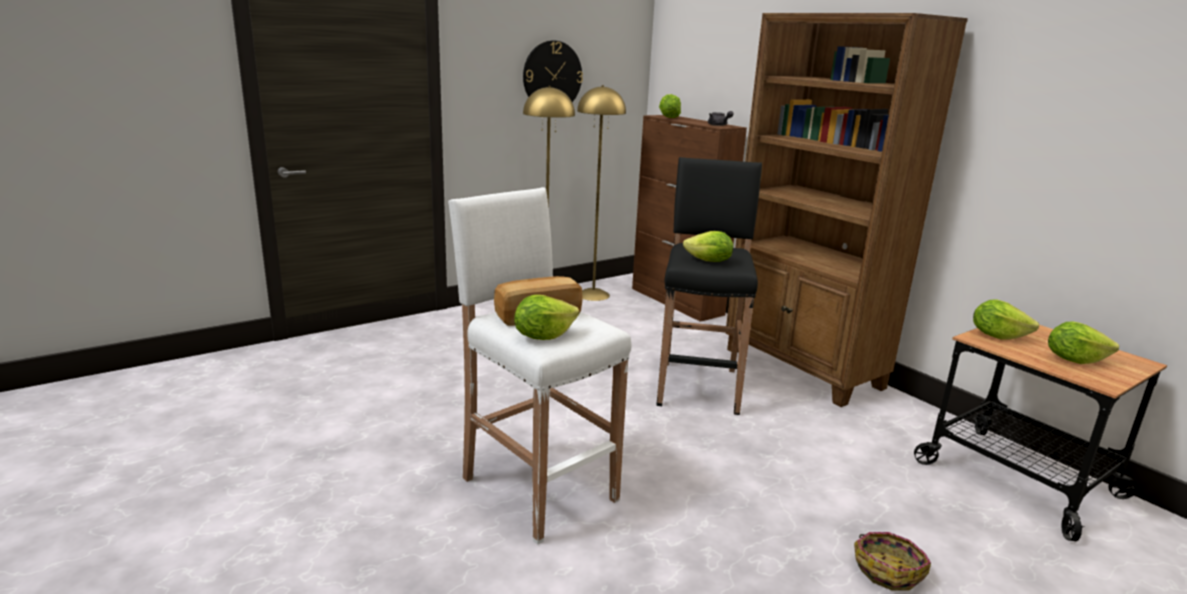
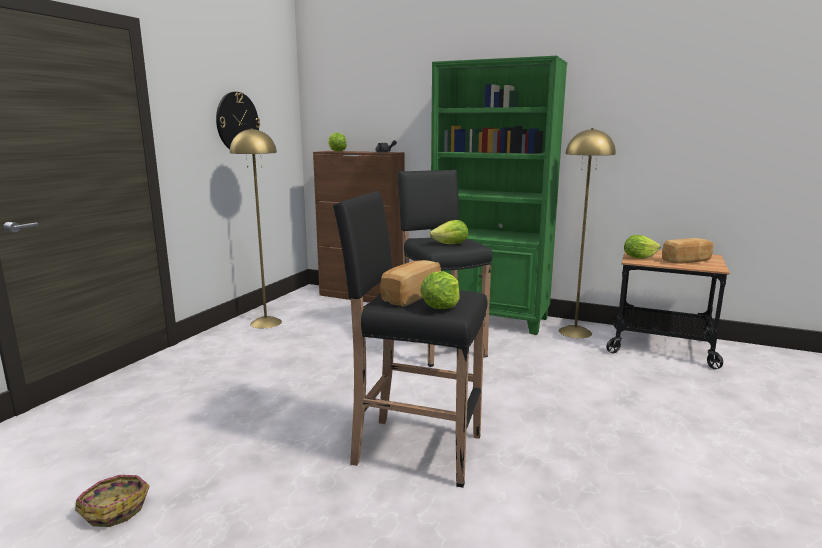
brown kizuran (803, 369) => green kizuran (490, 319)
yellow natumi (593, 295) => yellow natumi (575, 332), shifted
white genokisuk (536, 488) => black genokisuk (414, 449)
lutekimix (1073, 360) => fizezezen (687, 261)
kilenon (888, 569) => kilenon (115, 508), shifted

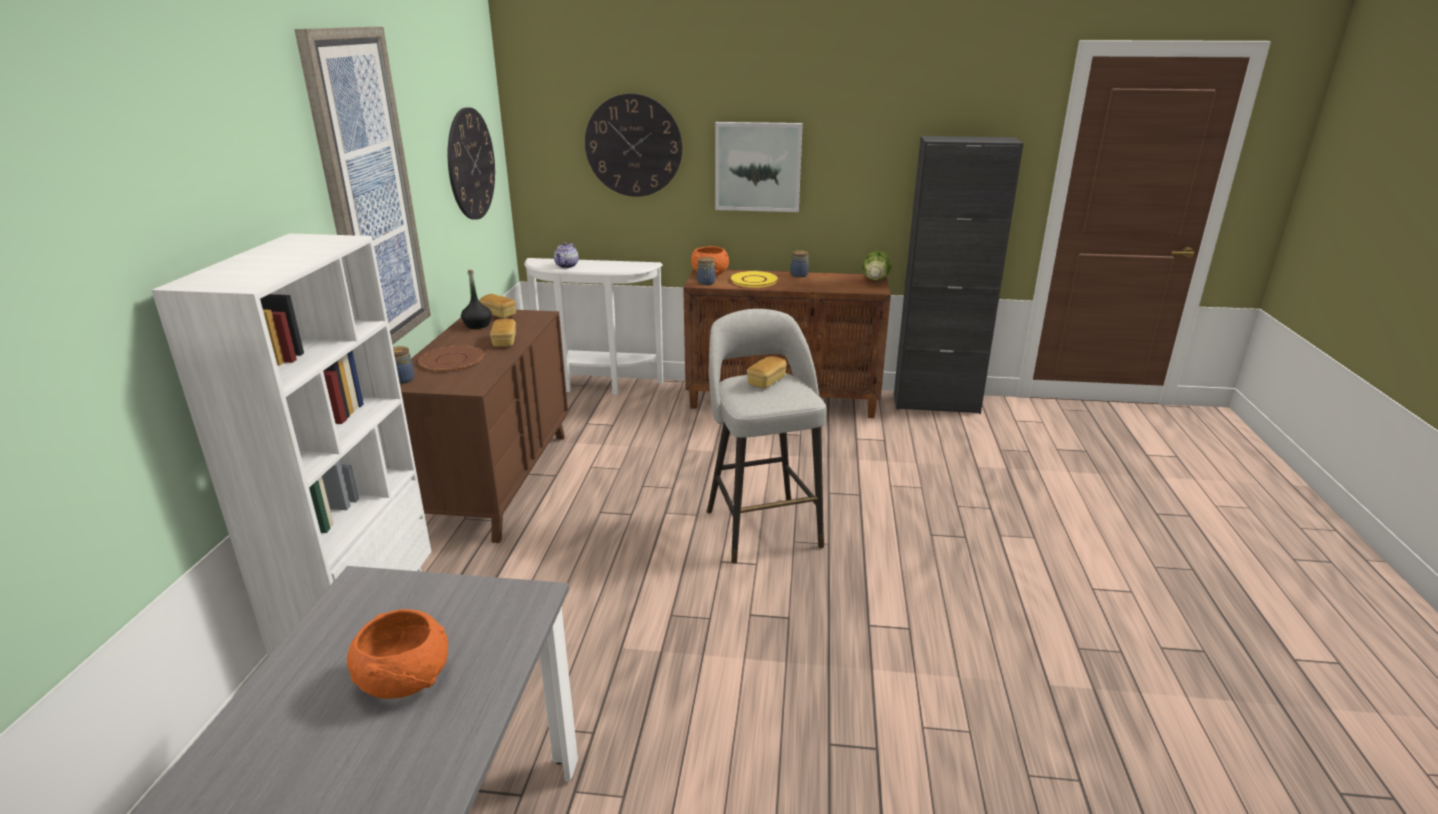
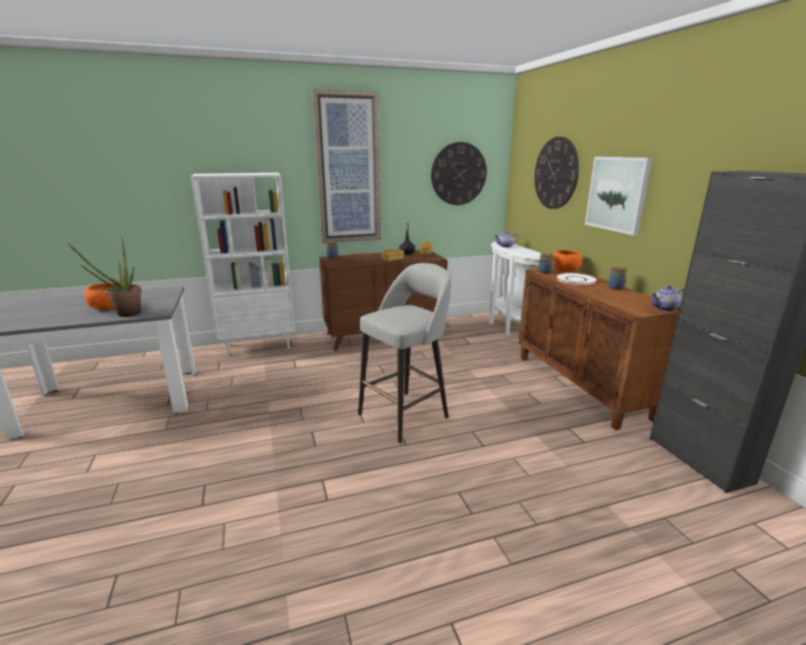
lutekimix (875, 280) => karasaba (665, 308)
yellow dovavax (754, 280) => white dovavax (575, 280)
fizezezen (766, 382) => nothing
nothing => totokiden (124, 314)

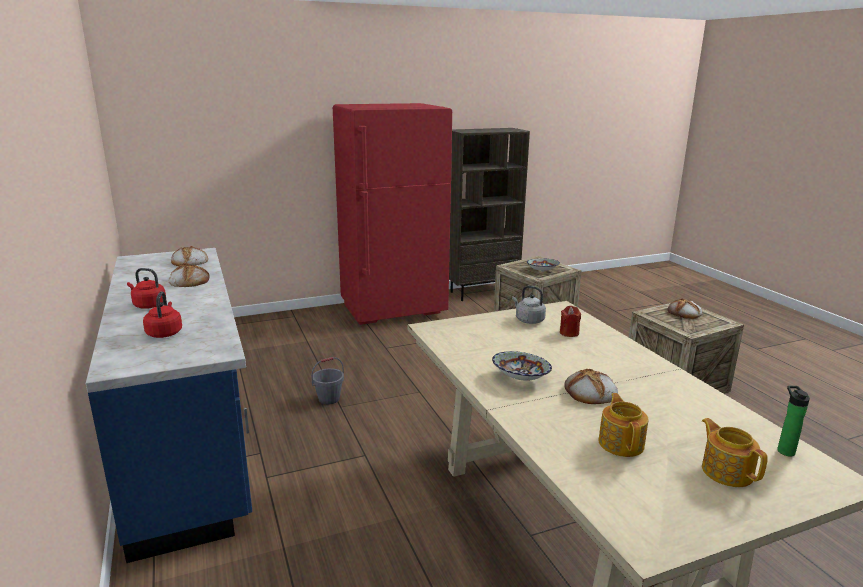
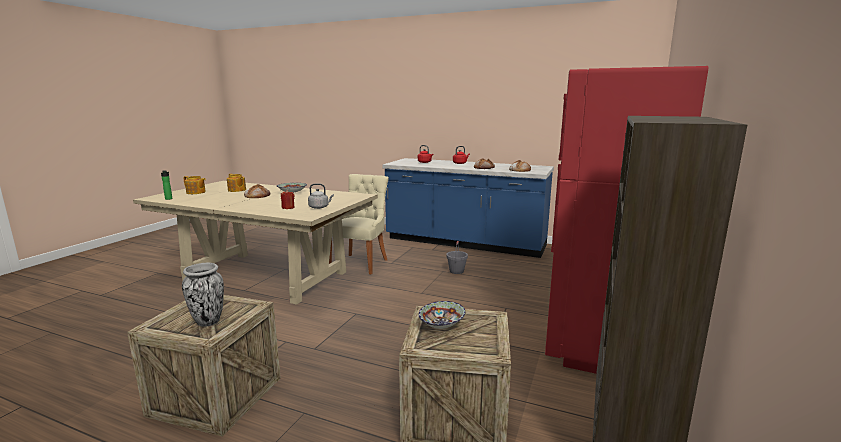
fizezezen (684, 313) => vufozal (207, 321)
nothing => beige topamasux (360, 263)

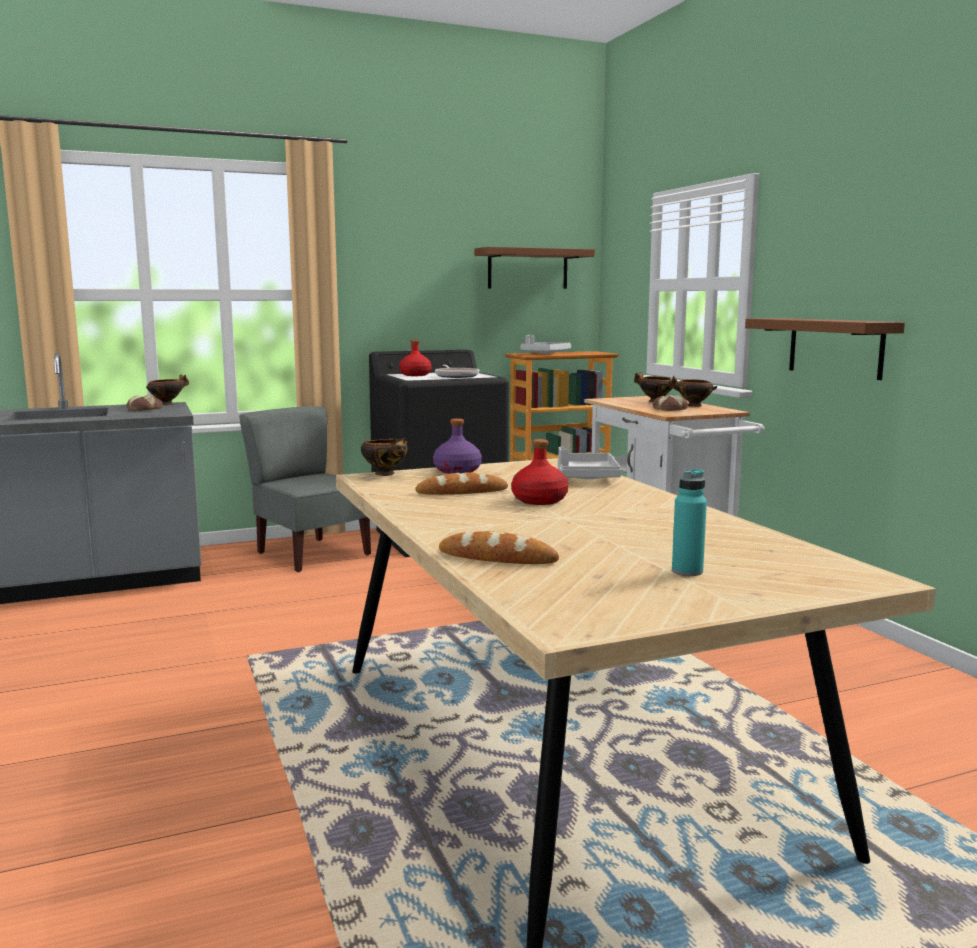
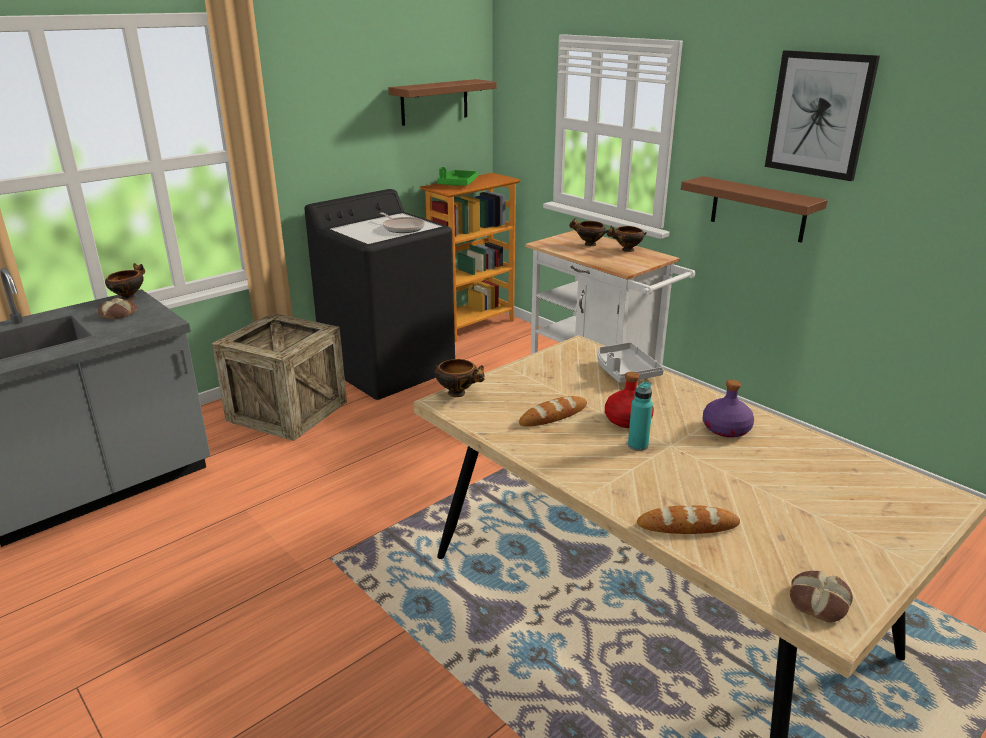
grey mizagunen (545, 353) => green mizagunen (457, 184)
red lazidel (415, 375) => nothing
fizezezen (669, 409) => fizezezen (818, 601), shifted
grey topamasux (311, 554) => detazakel (287, 411)
purple lazidel (457, 471) => purple lazidel (726, 429), shifted
turquoise lazidel (687, 571) => turquoise lazidel (637, 445), shifted
nothing => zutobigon (819, 114)

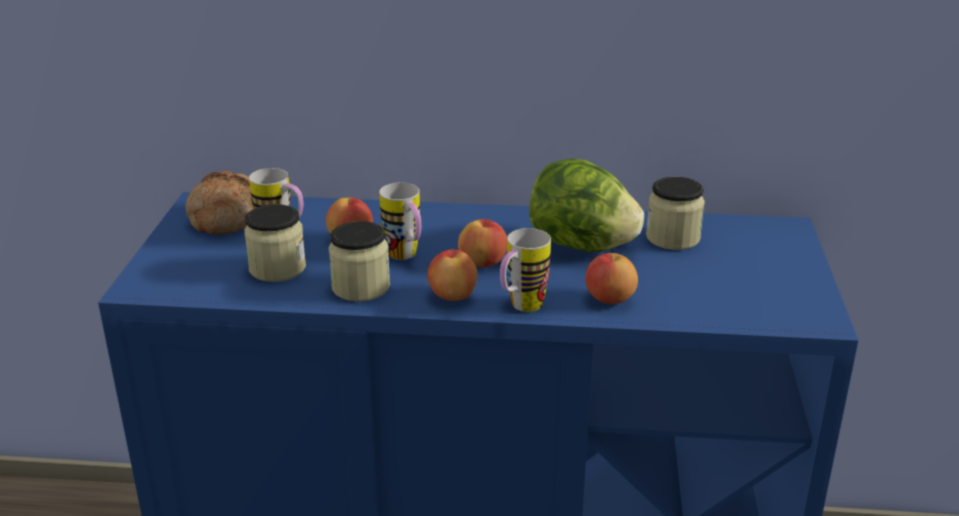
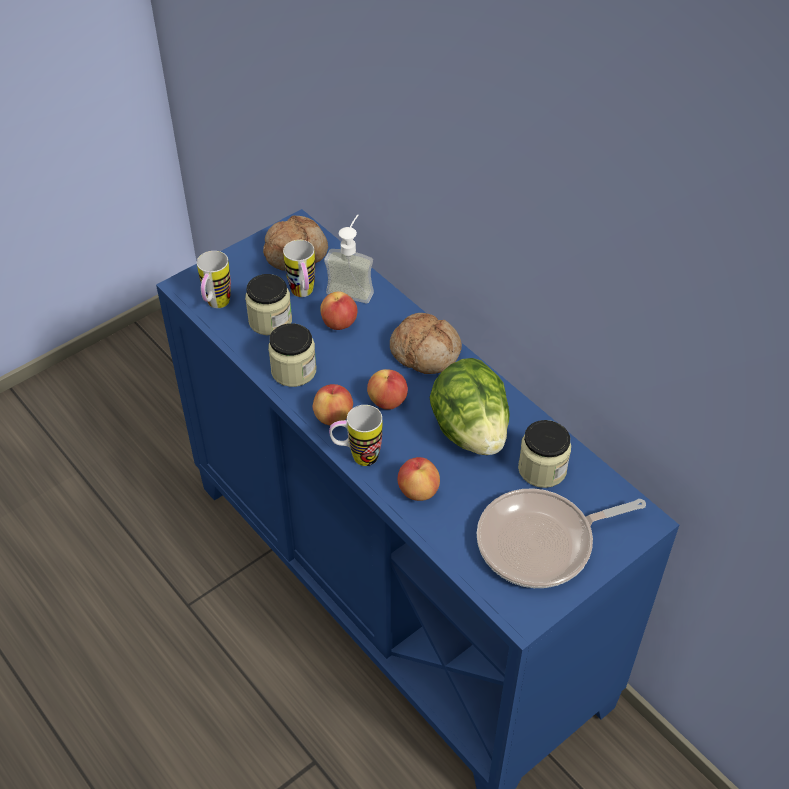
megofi (406, 257) => megofi (216, 306), shifted
nothing => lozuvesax (353, 287)
nothing => fizezezen (426, 352)
nothing => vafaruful (541, 543)

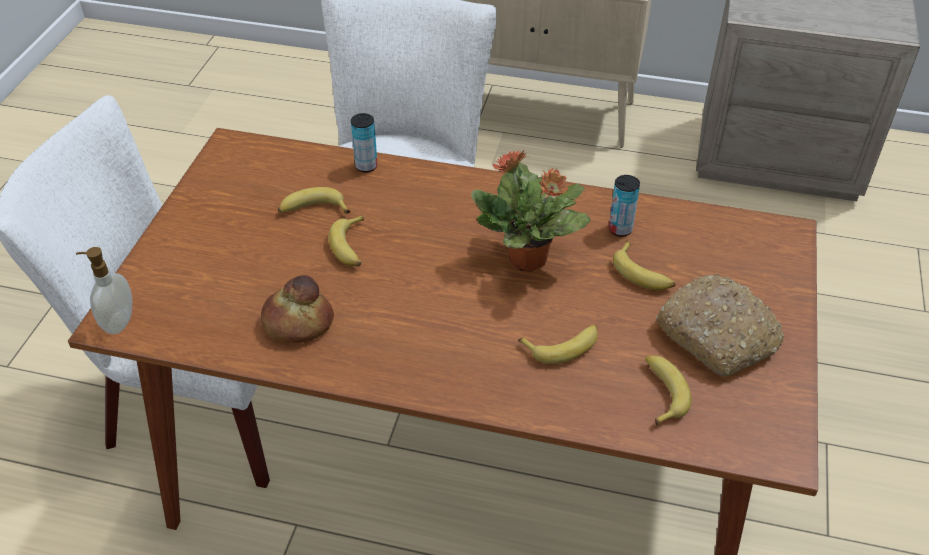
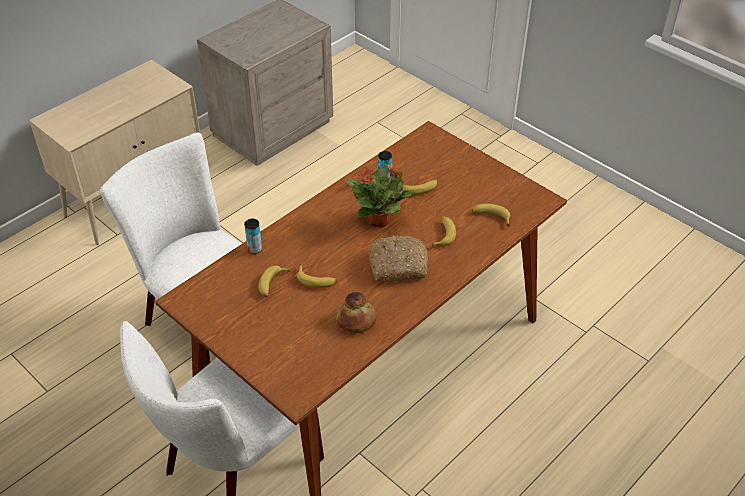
lozuvesax (117, 322) => nothing
fizezezen (718, 336) => fizezezen (398, 265), shifted

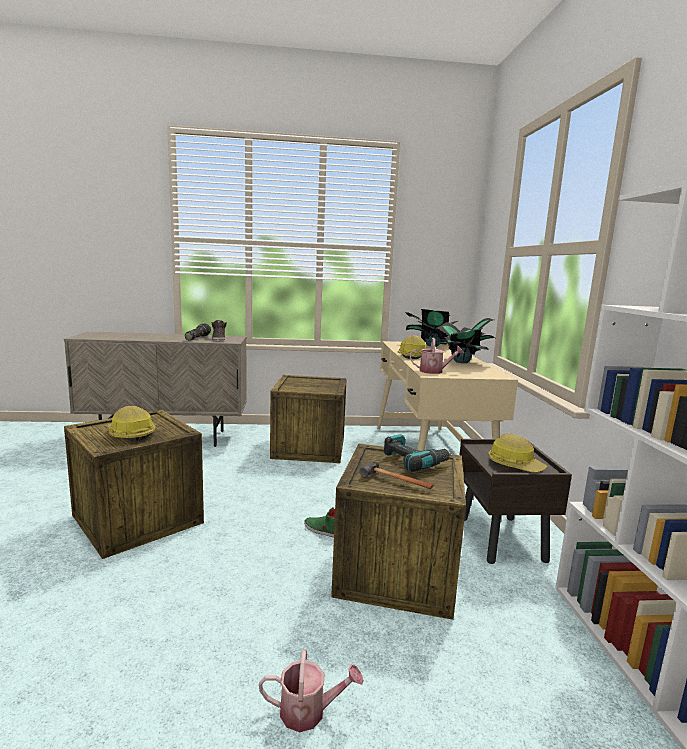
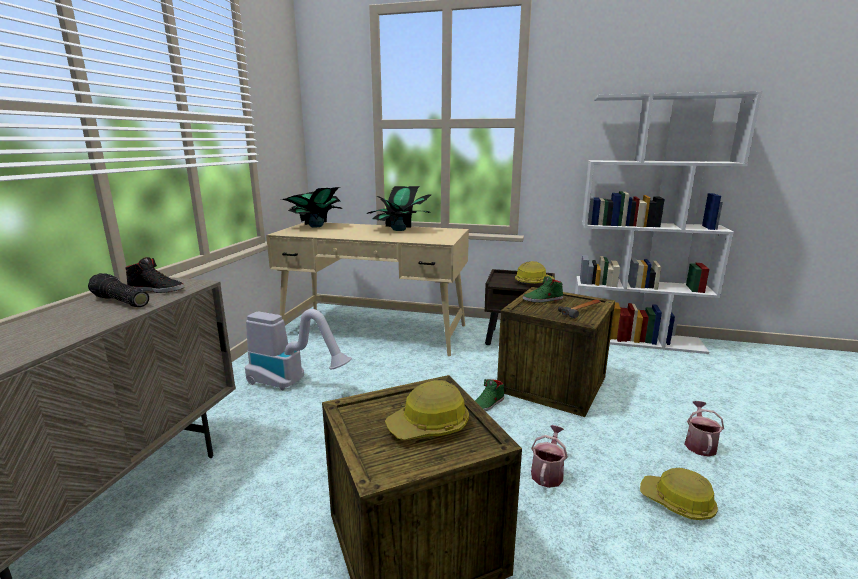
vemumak (412, 356) => vemumak (677, 503), shifted
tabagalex (434, 371) => tabagalex (547, 473), shifted
detazakel (309, 448) => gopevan (293, 383)
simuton (414, 461) => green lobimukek (543, 299)

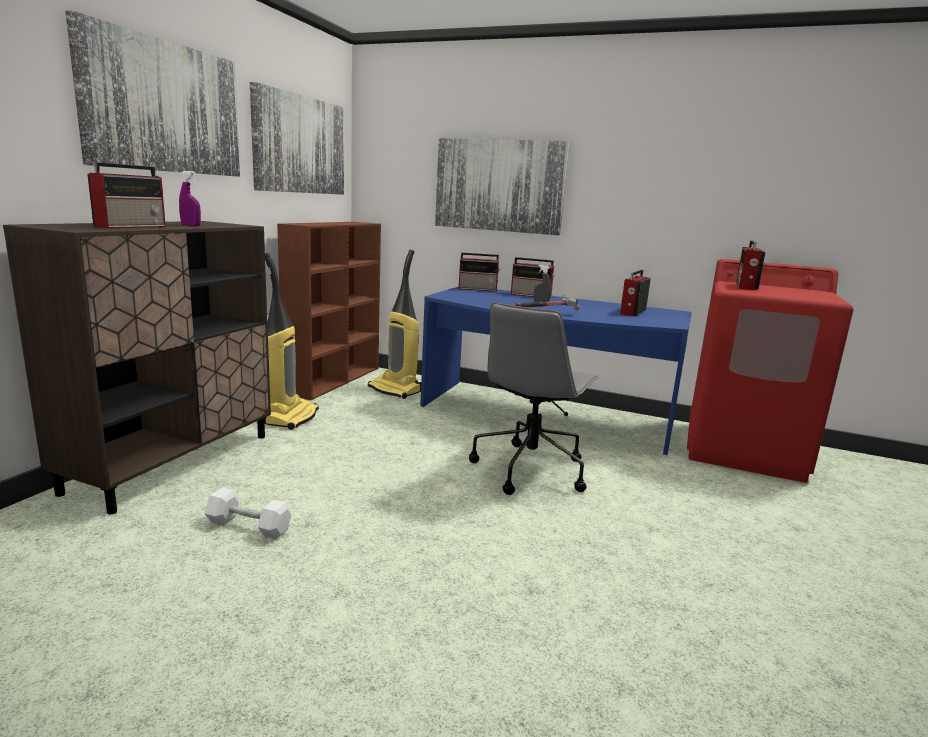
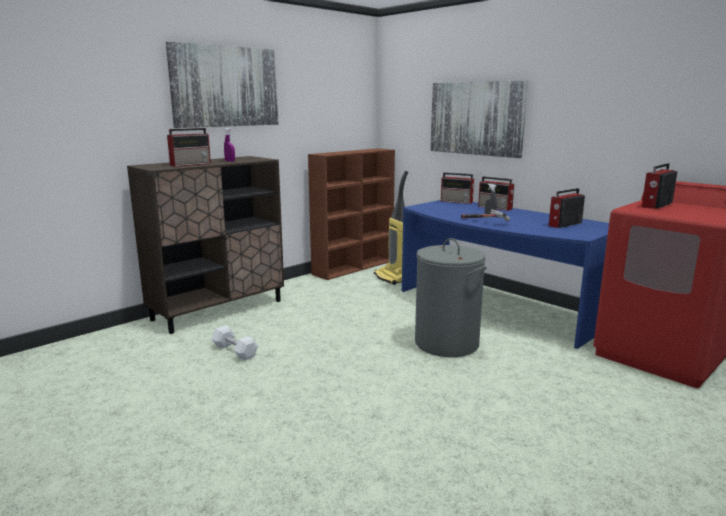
zutobigon (300, 145) => nothing
gopevan (290, 417) => nothing
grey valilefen (530, 468) => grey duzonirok (446, 343)

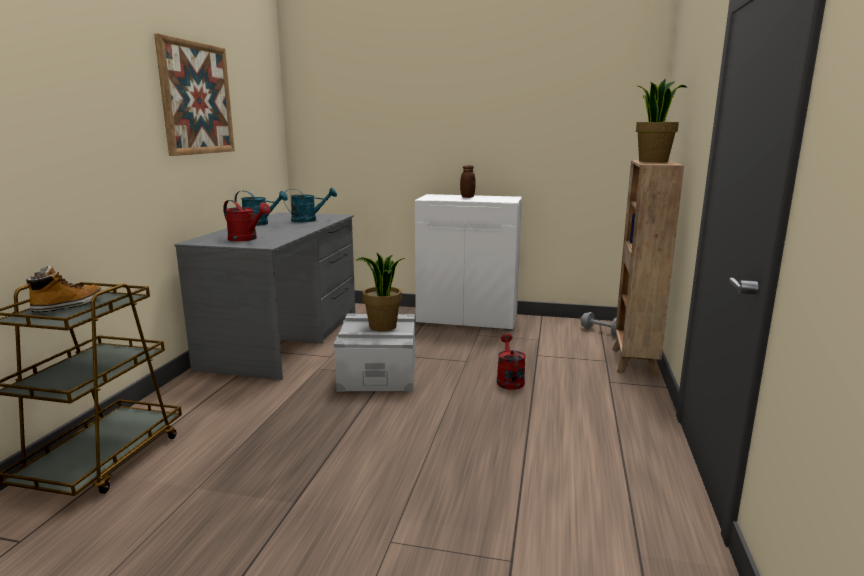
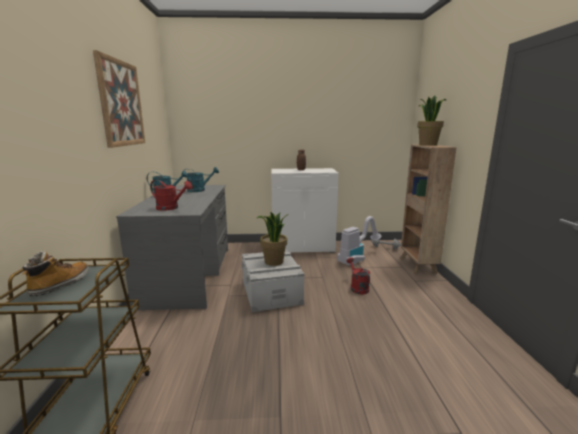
nothing => gopevan (357, 258)

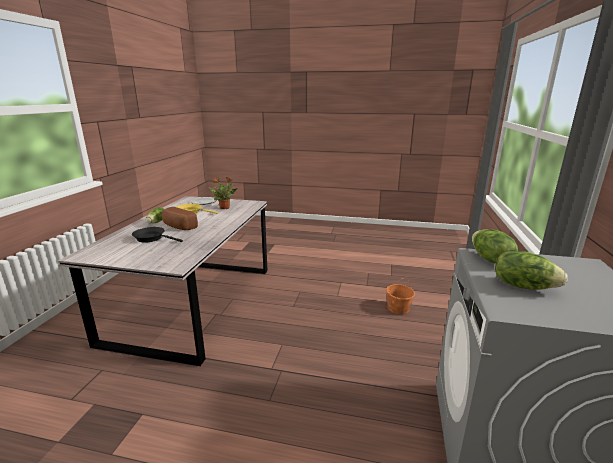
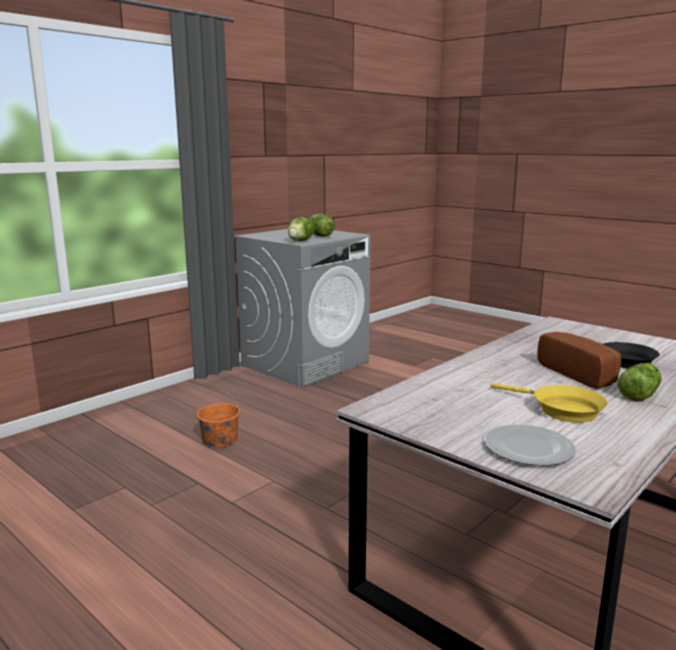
totokiden (225, 208) => nothing

